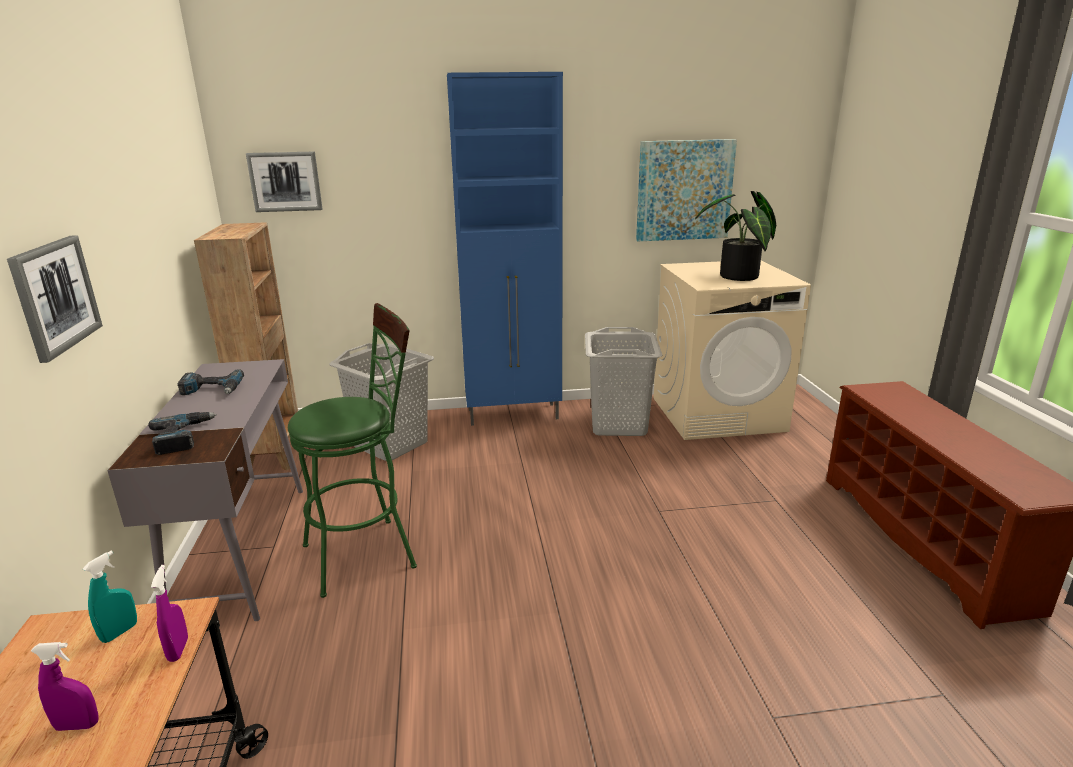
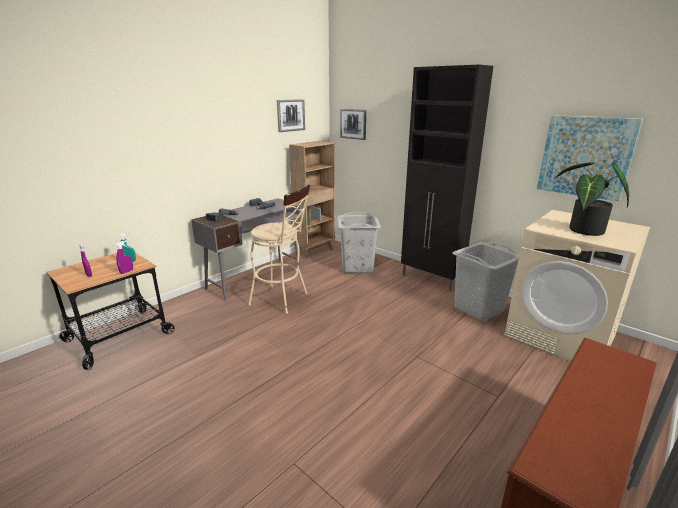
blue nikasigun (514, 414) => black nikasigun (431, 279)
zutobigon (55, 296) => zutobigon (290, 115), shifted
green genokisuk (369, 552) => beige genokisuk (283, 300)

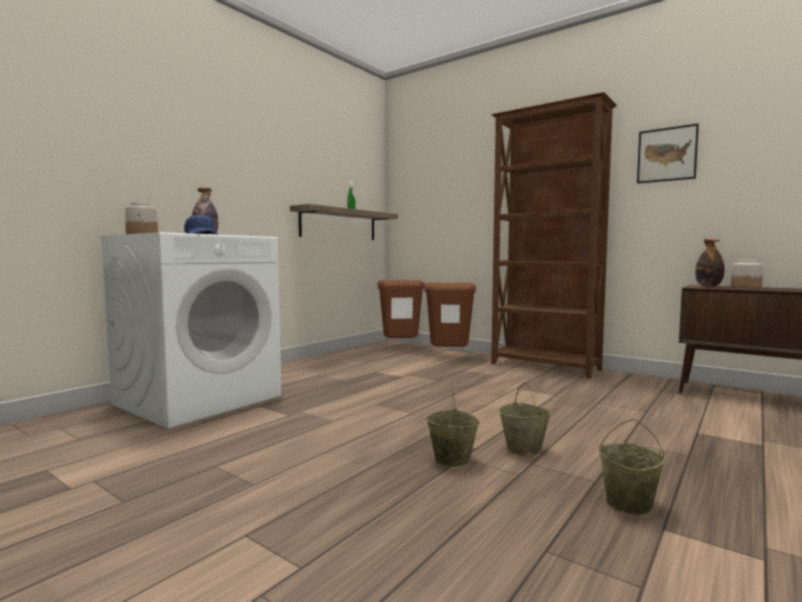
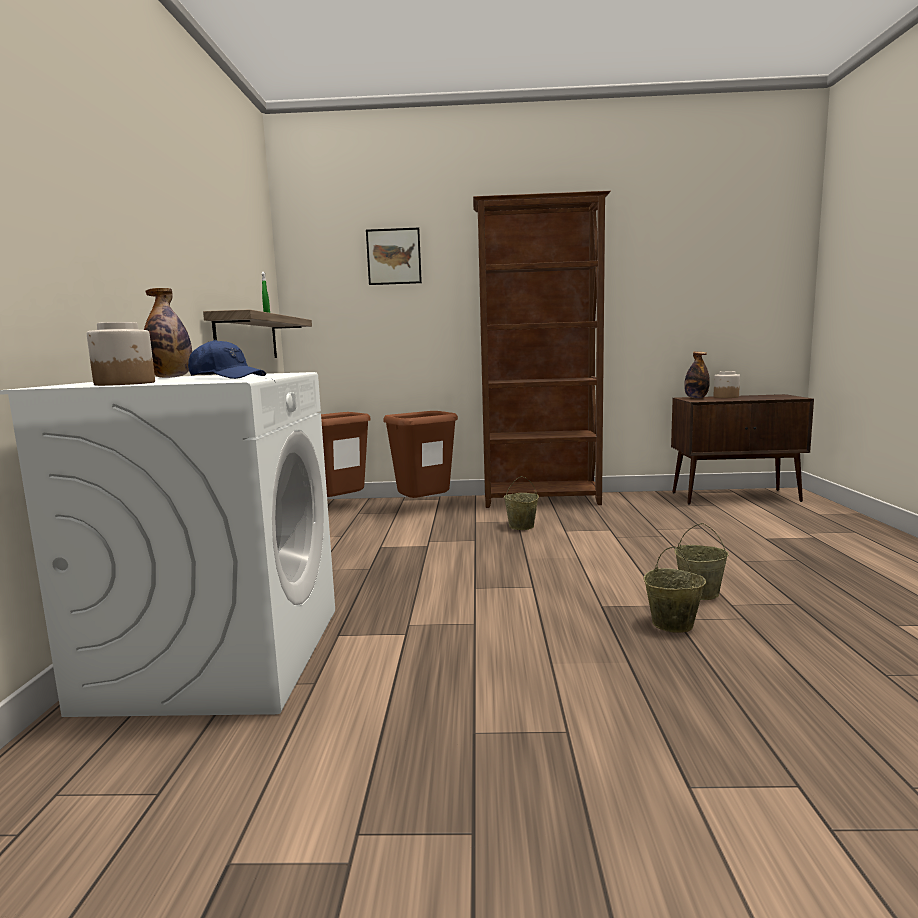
zutobigon (666, 154) => zutobigon (394, 256), shifted
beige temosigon (628, 504) => beige temosigon (521, 526), shifted

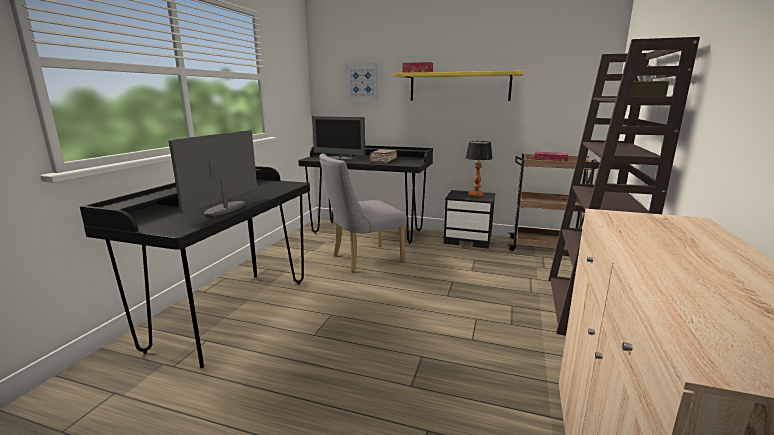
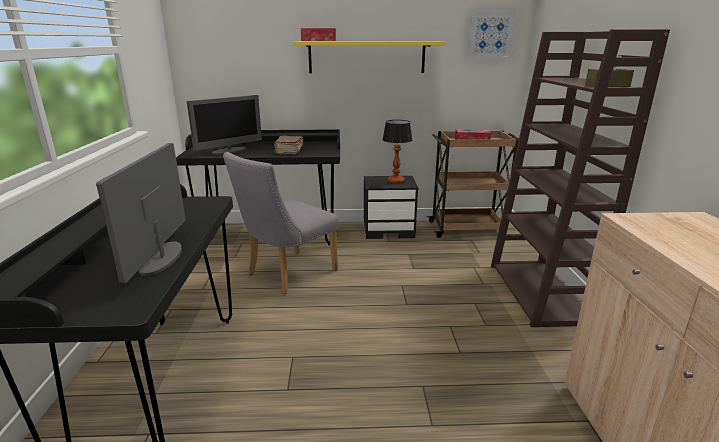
zutobigon (362, 82) => zutobigon (490, 35), shifted
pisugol (339, 158) => pisugol (229, 151), 45 degrees counterclockwise

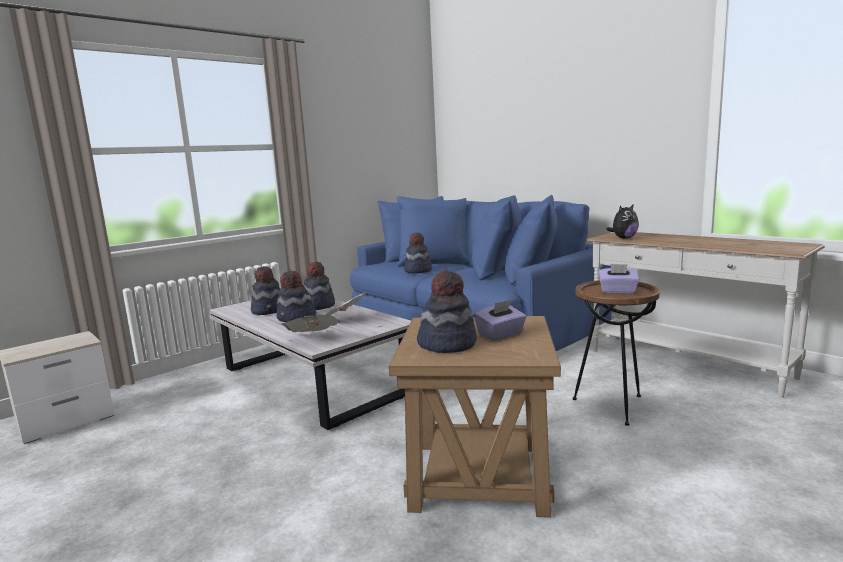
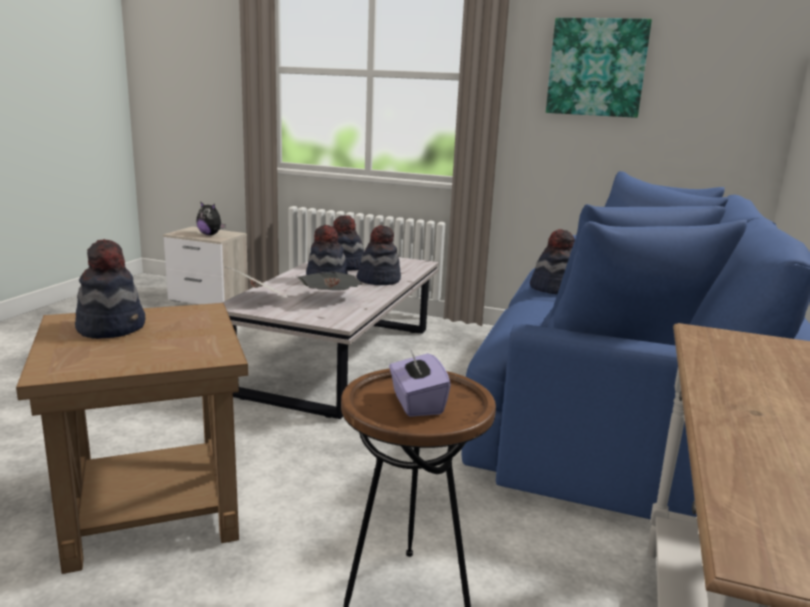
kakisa (623, 238) => kakisa (210, 234), shifted
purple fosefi (501, 335) => nothing
nothing => zutobigon (597, 68)

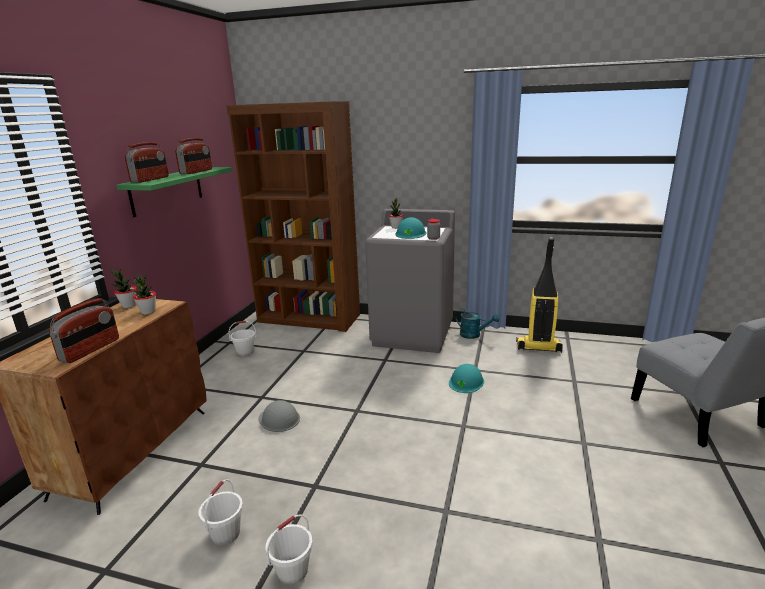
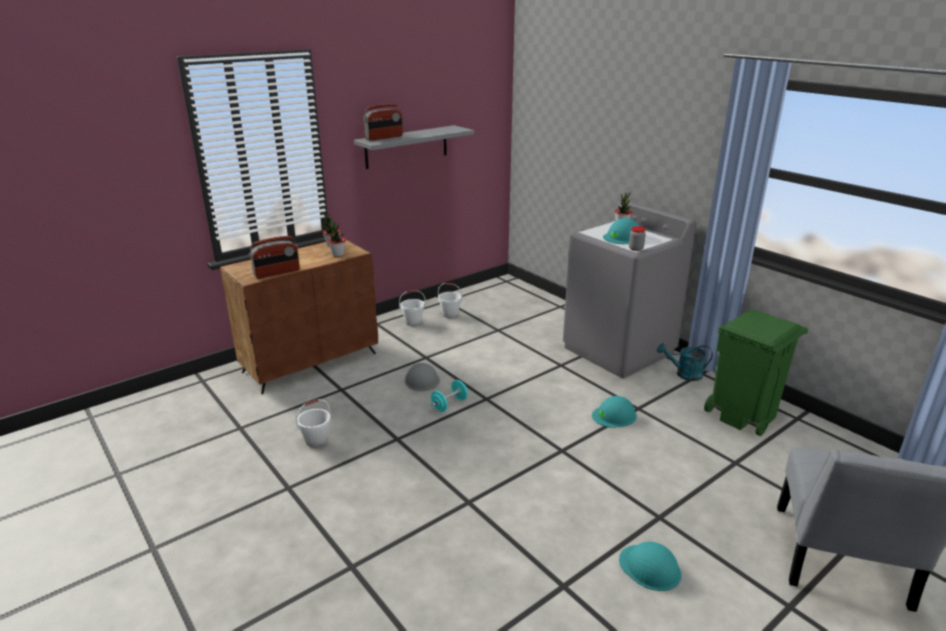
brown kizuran (309, 318) => nothing
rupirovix (196, 172) => nothing
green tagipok (167, 190) => grey tagipok (406, 147)
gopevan (538, 347) => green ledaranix (742, 414)
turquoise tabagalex (473, 335) => turquoise tabagalex (684, 374), 120 degrees clockwise
white temosigon (292, 570) => white temosigon (413, 322), shifted
nothing => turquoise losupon (449, 404)
nothing => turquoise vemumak (650, 567)

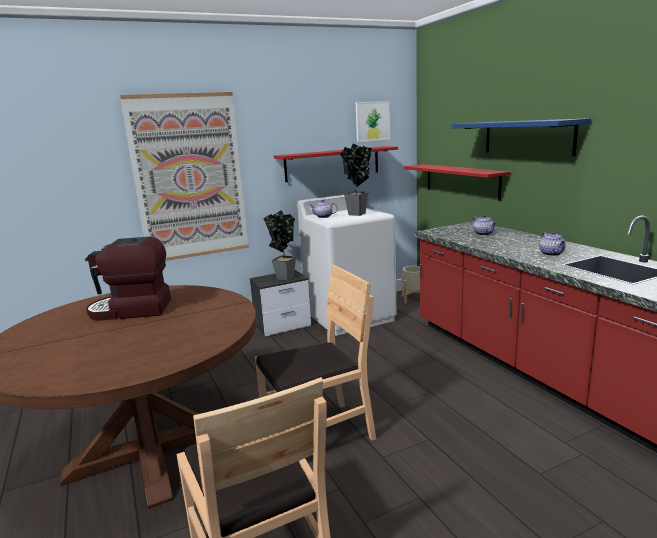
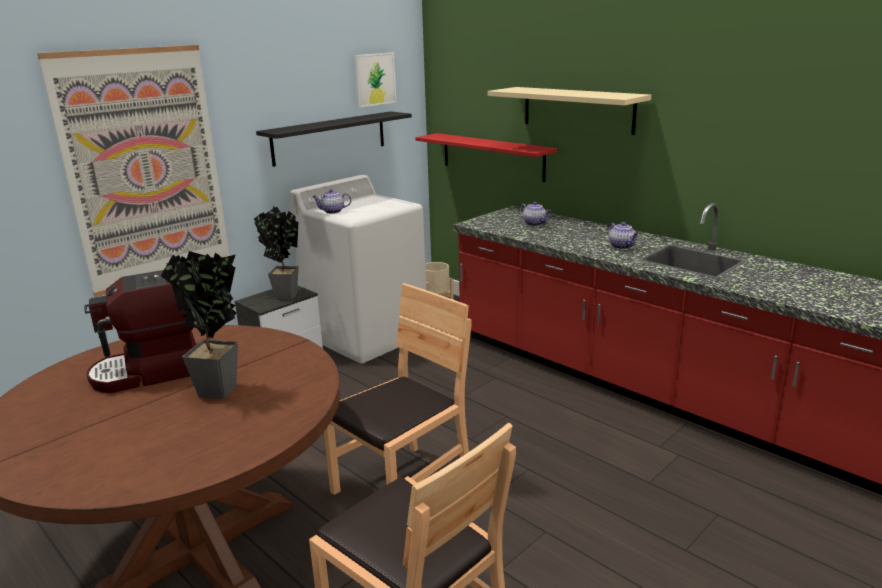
blue tagipok (527, 137) => beige tagipok (577, 109)
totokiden (358, 214) => totokiden (221, 393), shifted
red tagipok (332, 163) => black tagipok (329, 138)

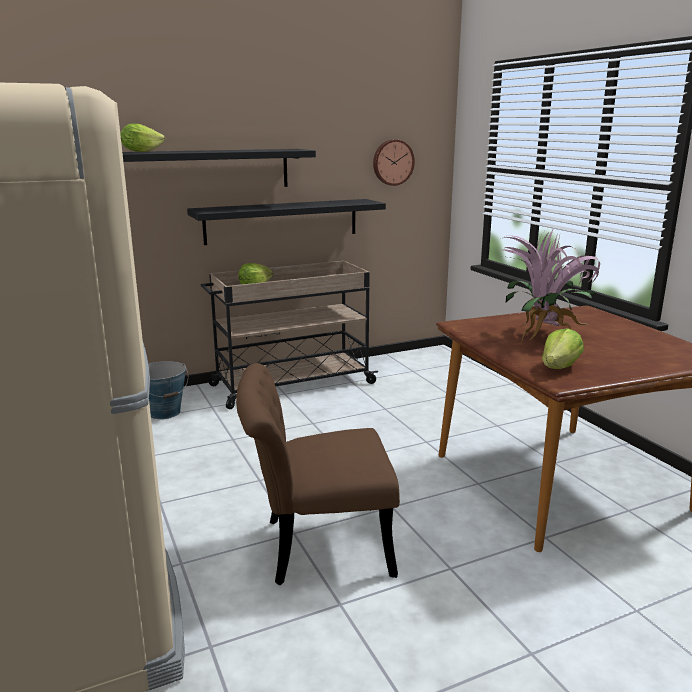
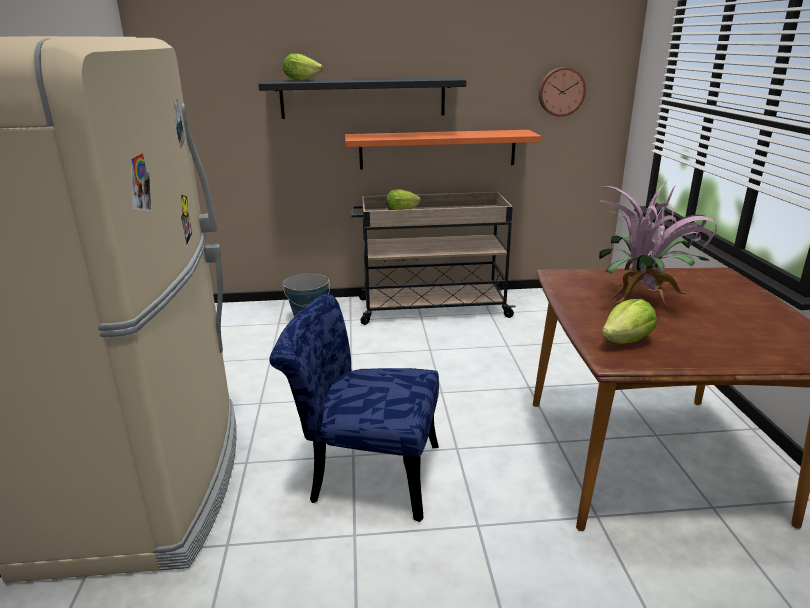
black tagipok (282, 221) => orange tagipok (437, 149)
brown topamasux (315, 546) => blue topamasux (364, 473)

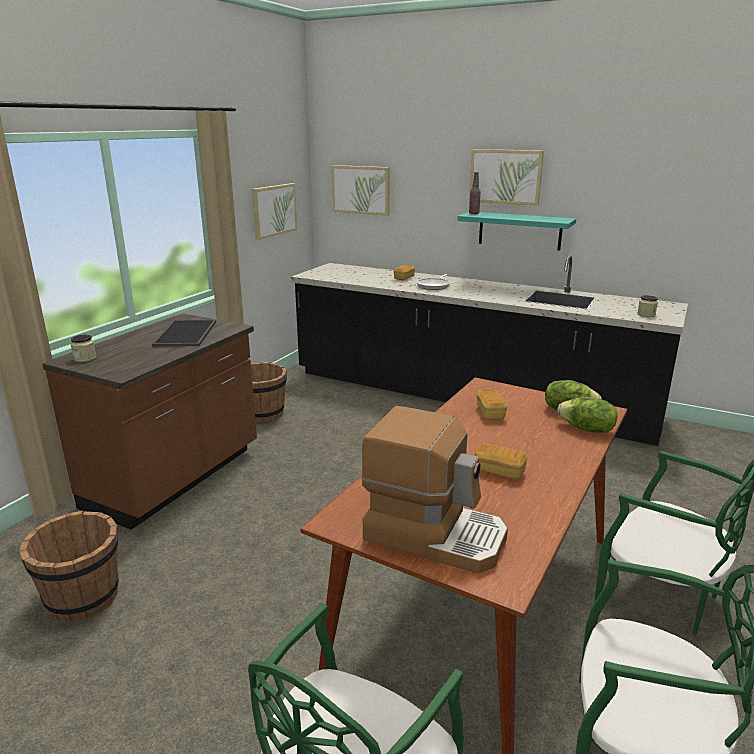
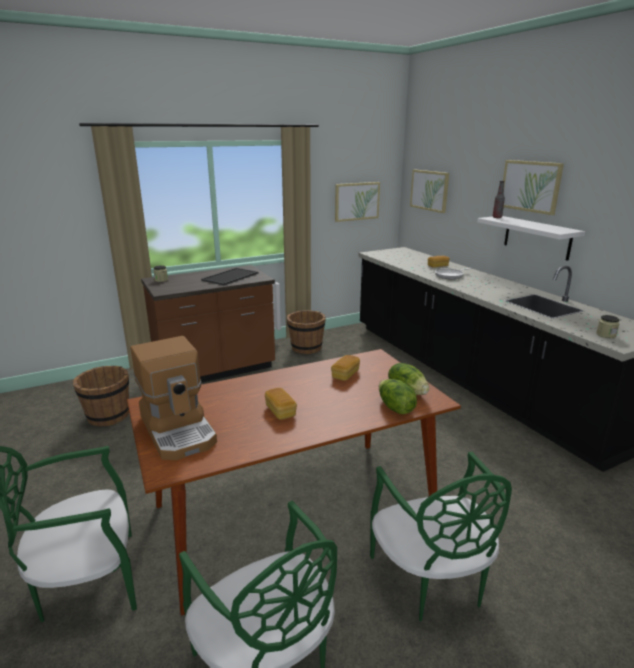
turquoise tagipok (519, 230) => white tagipok (537, 237)

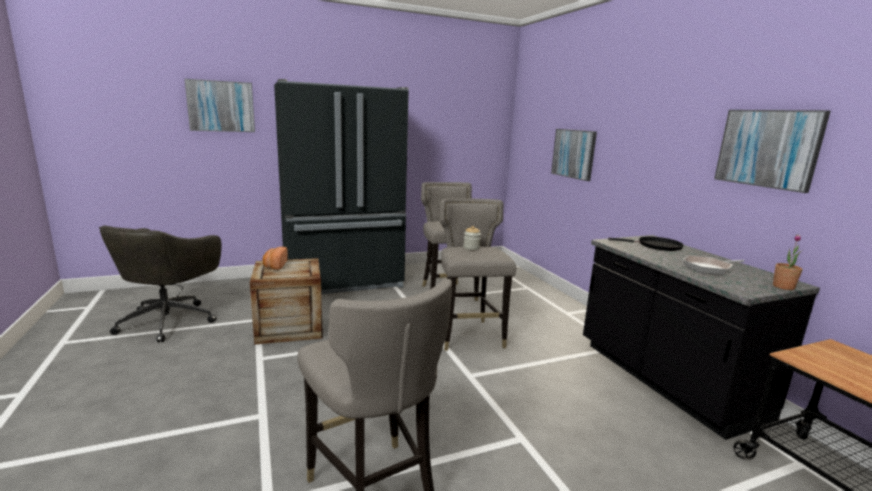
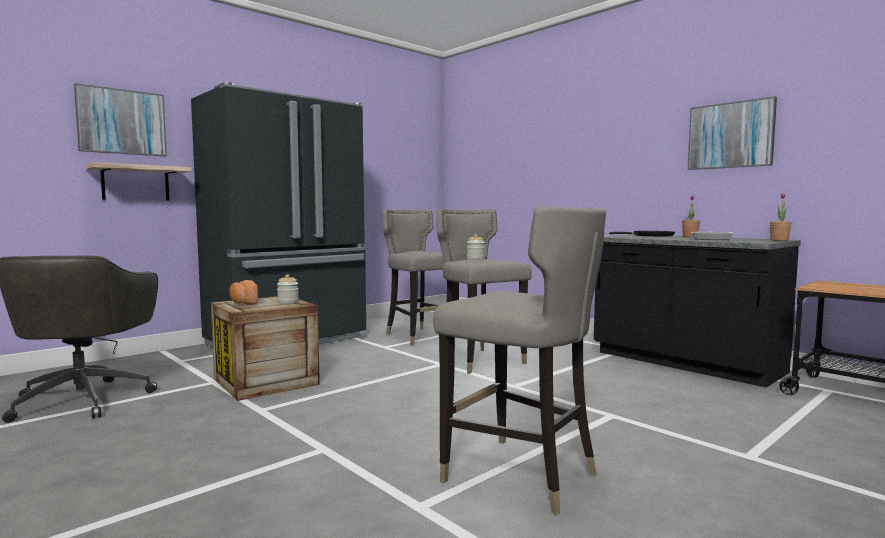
zutobigon (574, 153) => nothing
nothing => tagipok (135, 183)
nothing => totokiden (690, 237)
nothing => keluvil (288, 302)

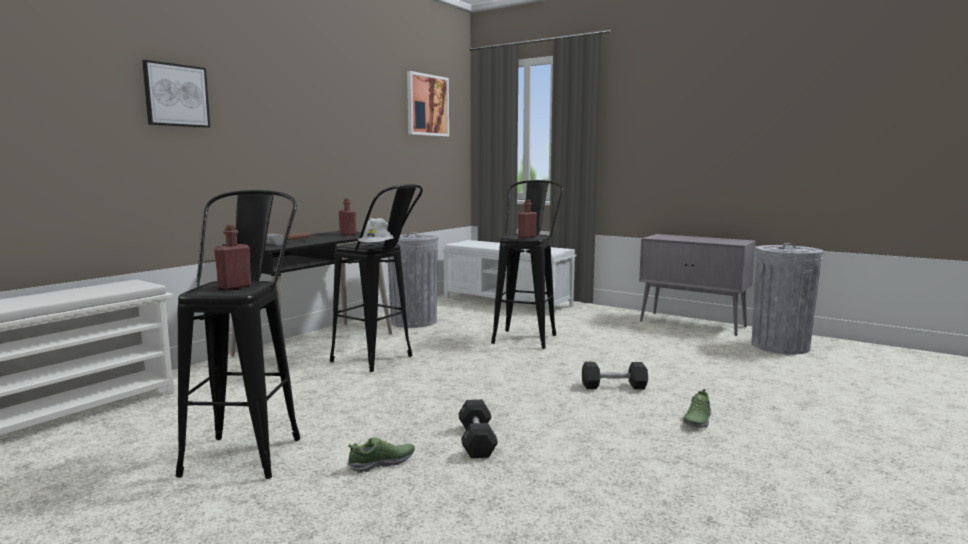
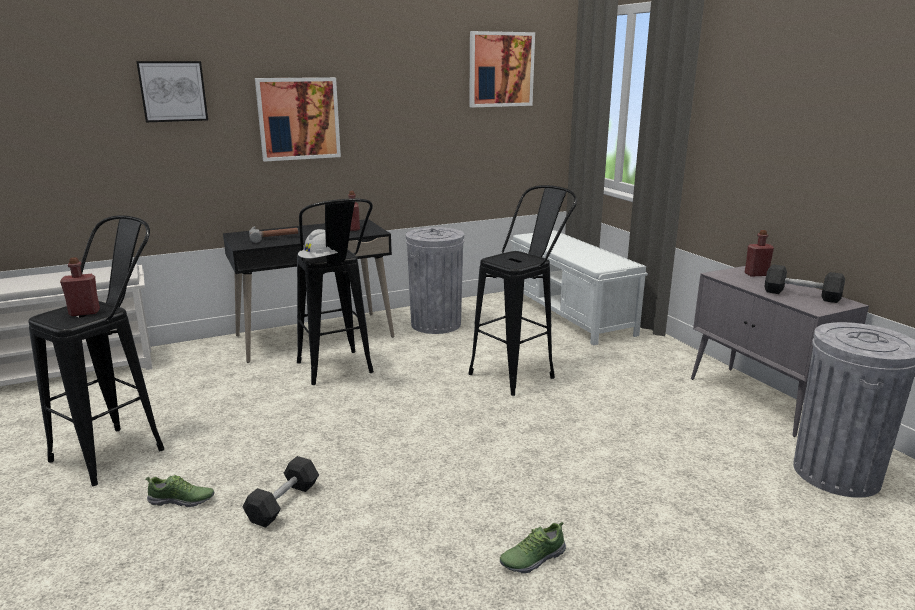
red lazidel (527, 237) => red lazidel (756, 274), shifted
black losupon (614, 386) => black losupon (801, 295), shifted
nothing => zutobigon (298, 118)

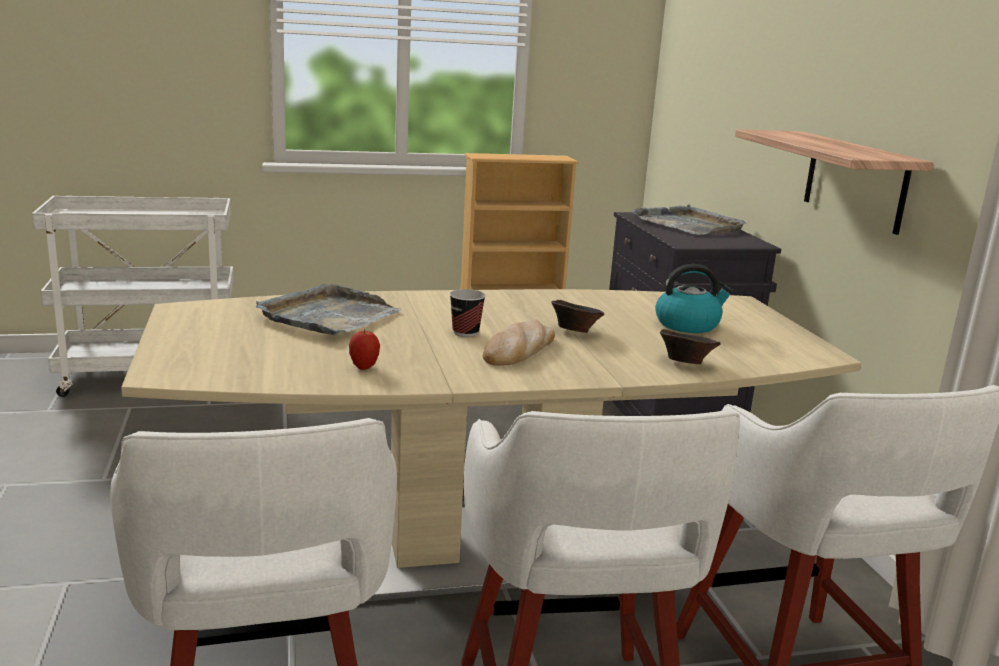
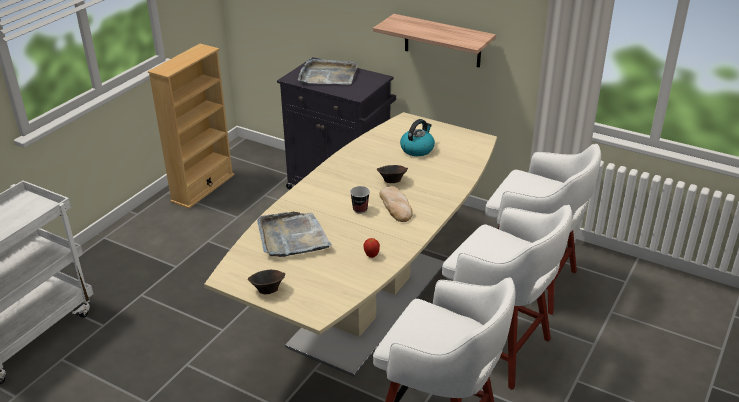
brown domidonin (684, 363) => brown domidonin (267, 290), shifted

